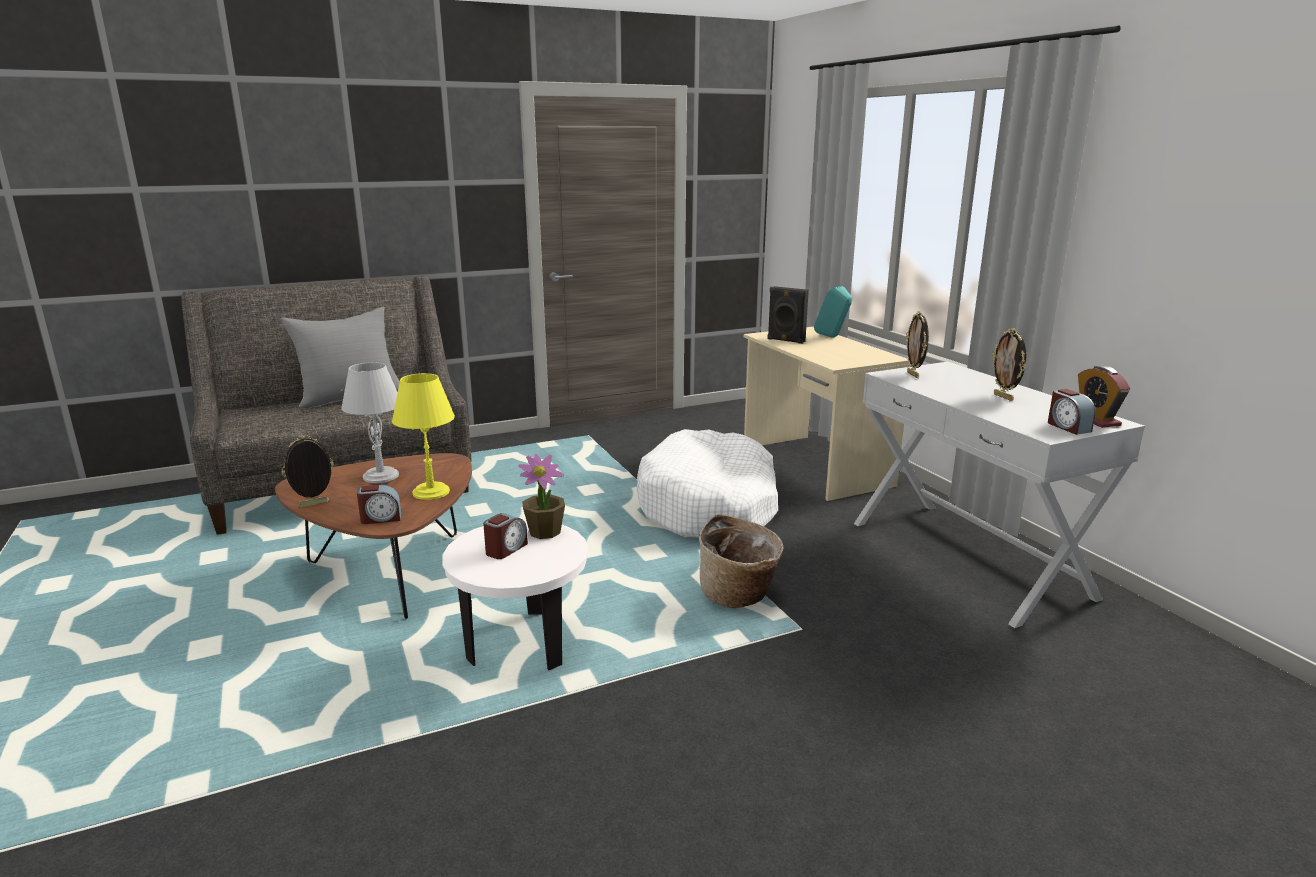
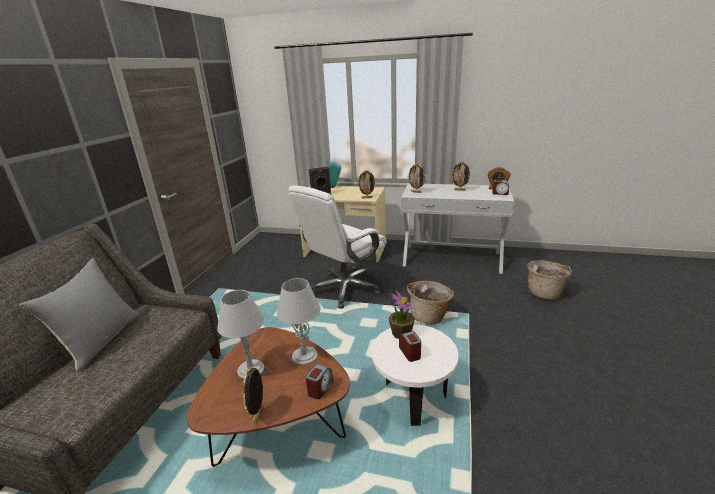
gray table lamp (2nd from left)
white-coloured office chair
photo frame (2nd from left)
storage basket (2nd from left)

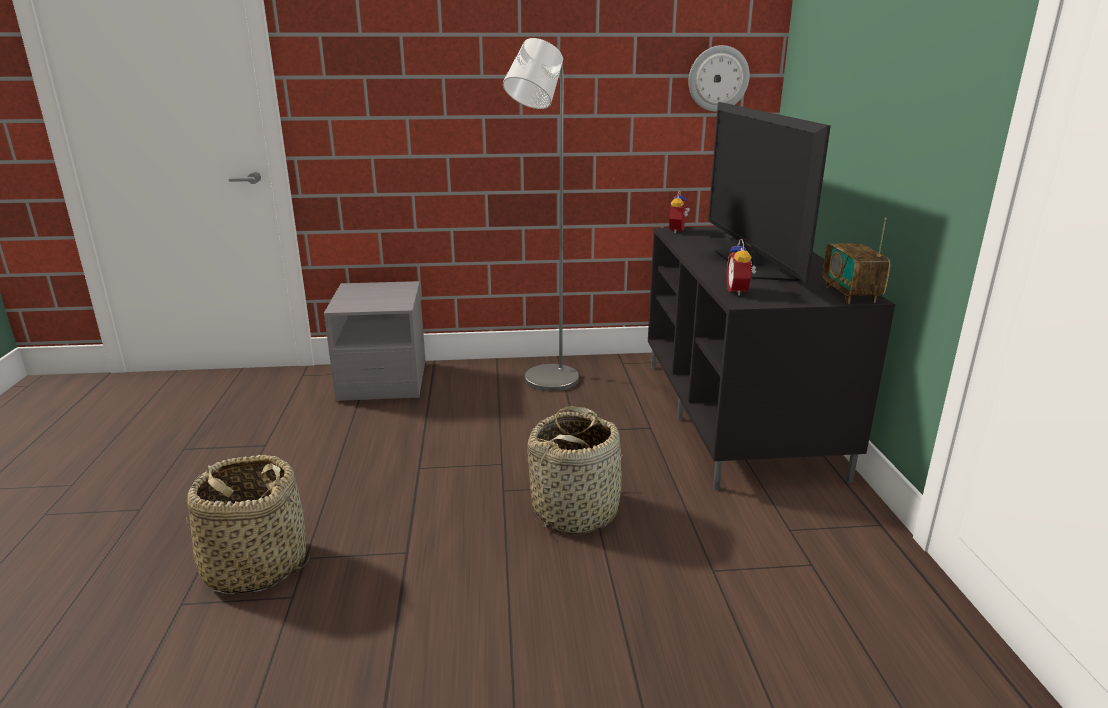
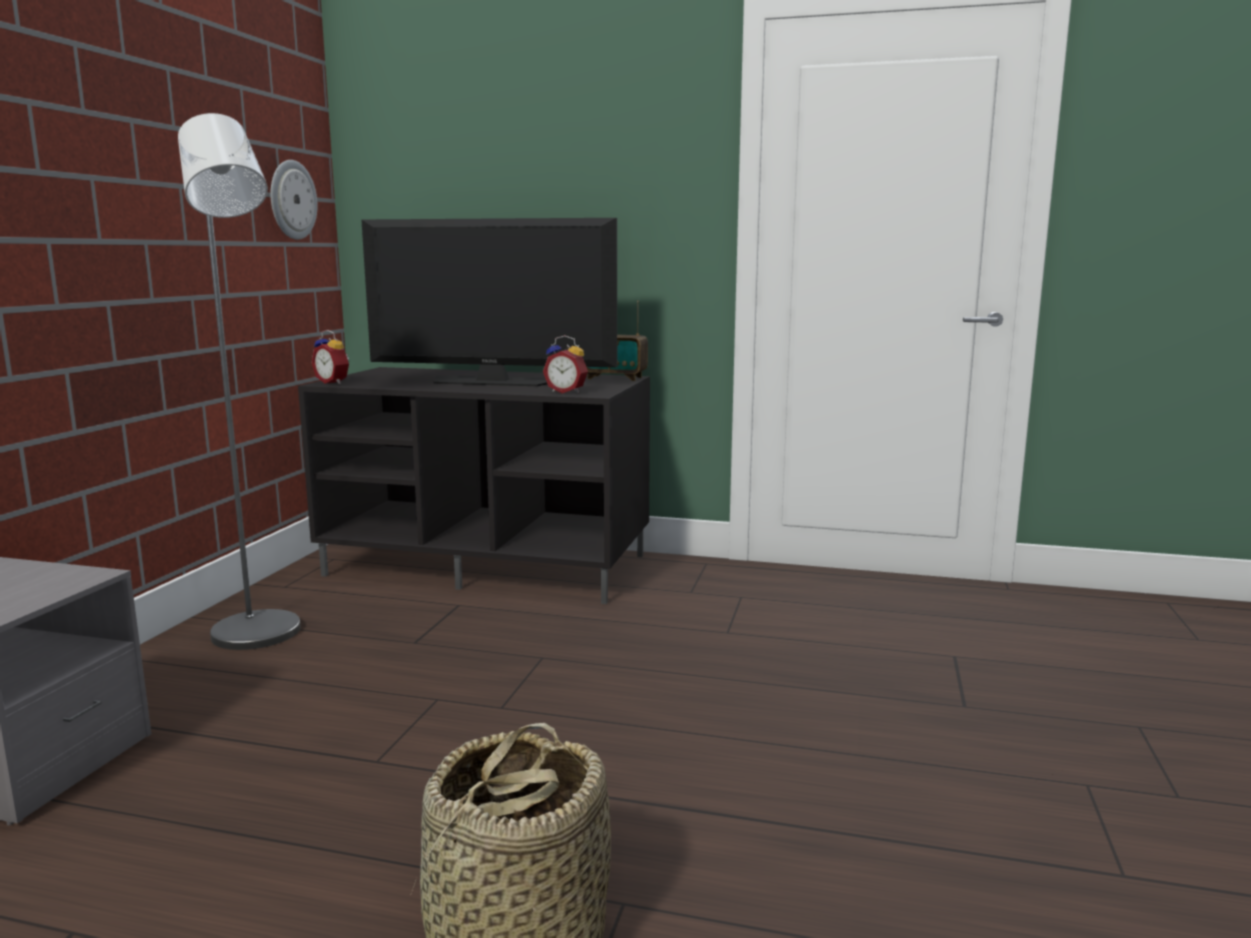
storage basket (2nd from left in the first image)

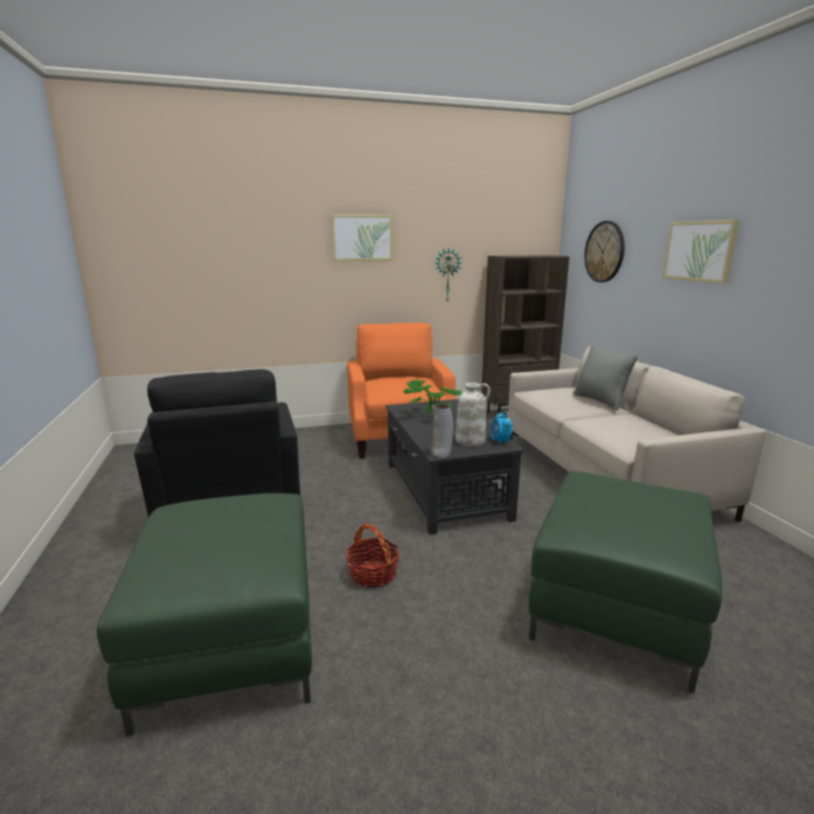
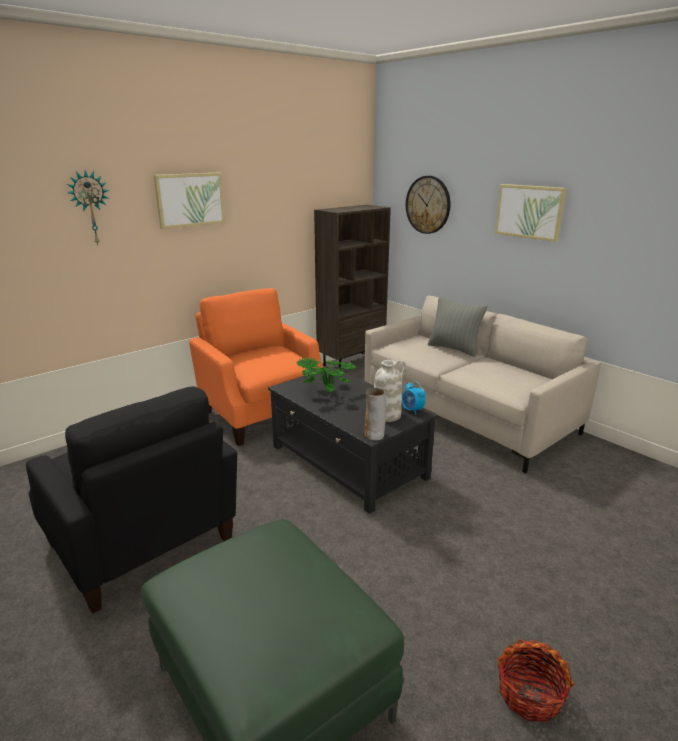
wall clock (1st from left)
greenish pouffe (2nd from left in the first image)
storage basket

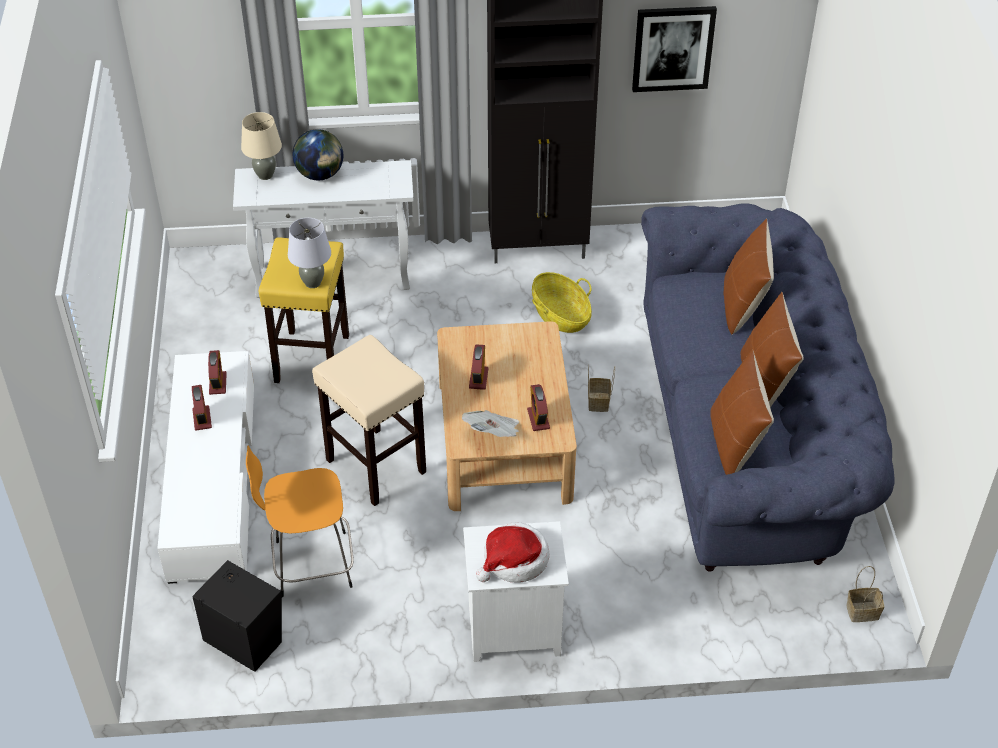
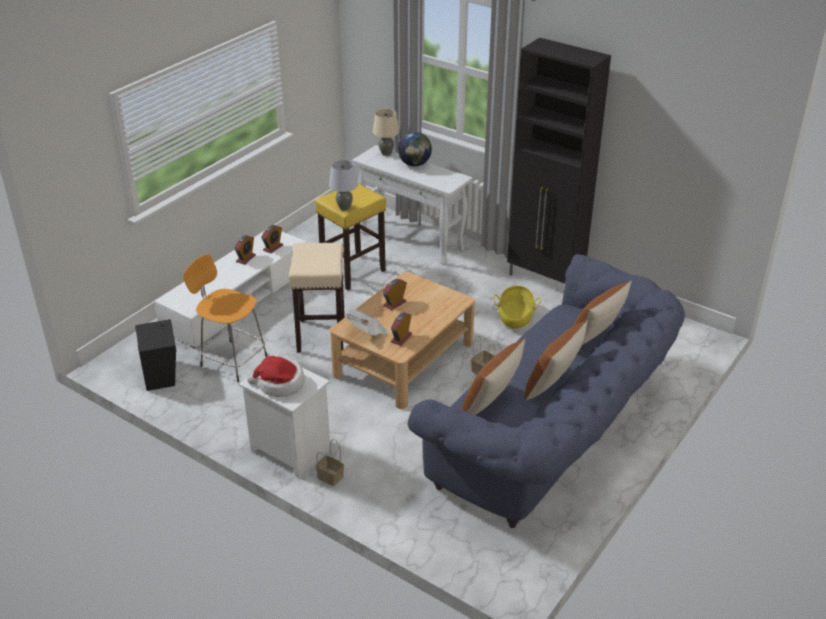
wall art
storage basket (1st from left)

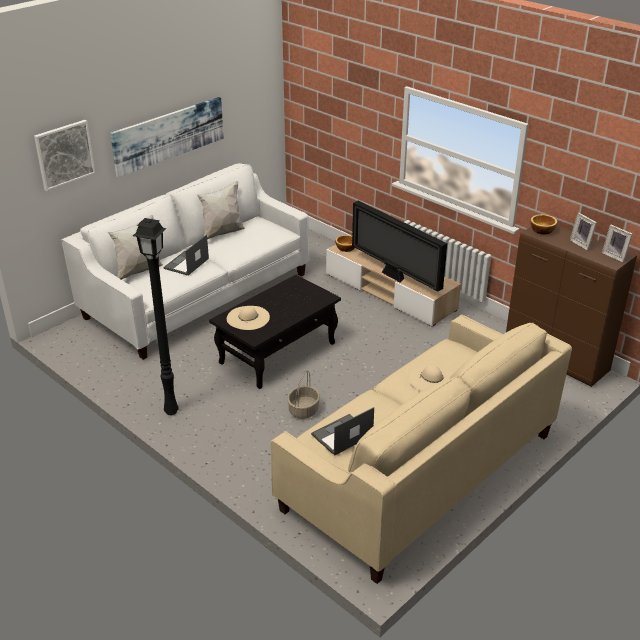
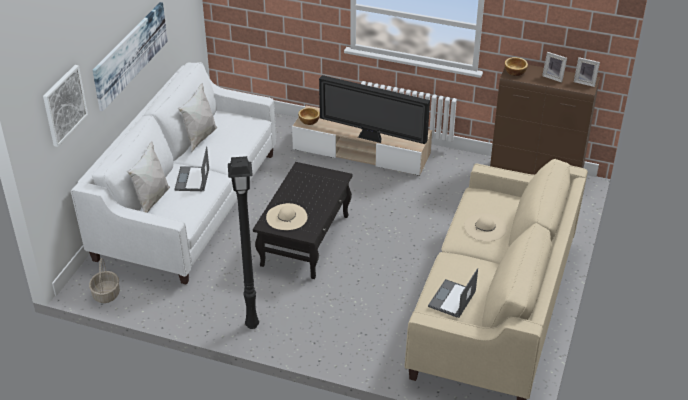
storage basket

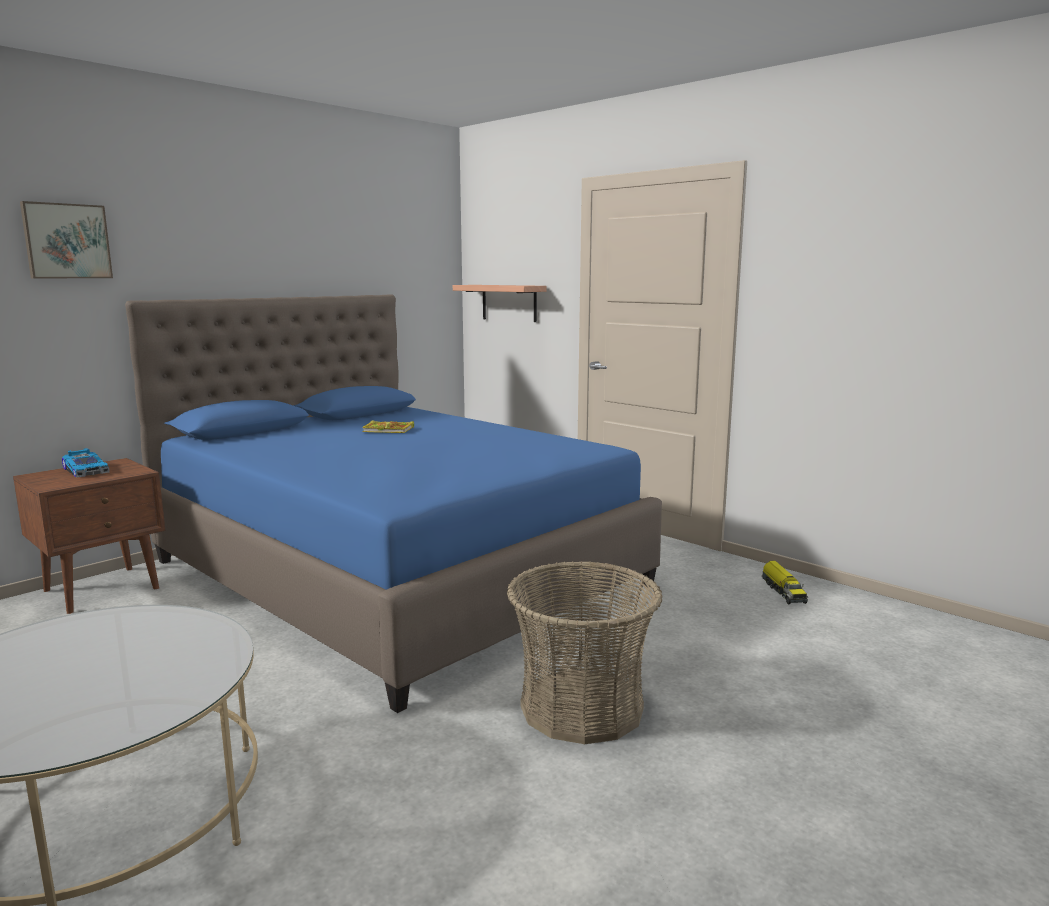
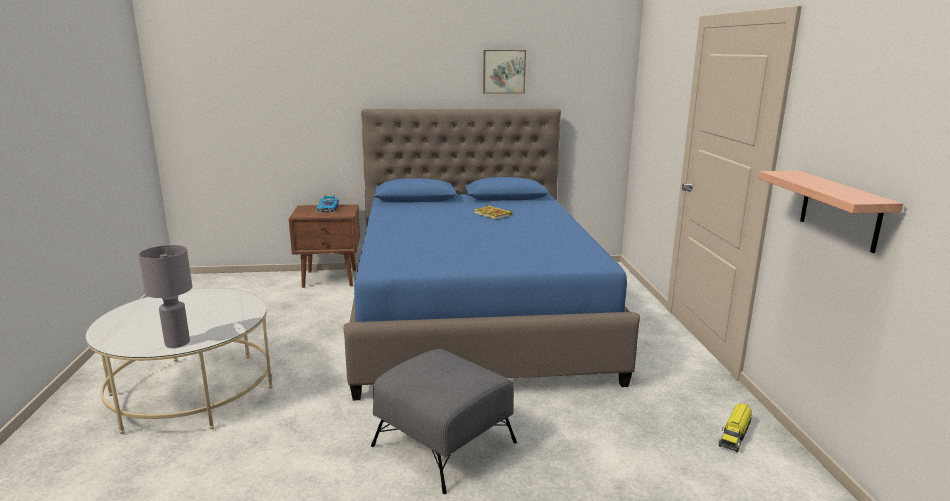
wall art
wall shelf
gray pouffe
gray table lamp

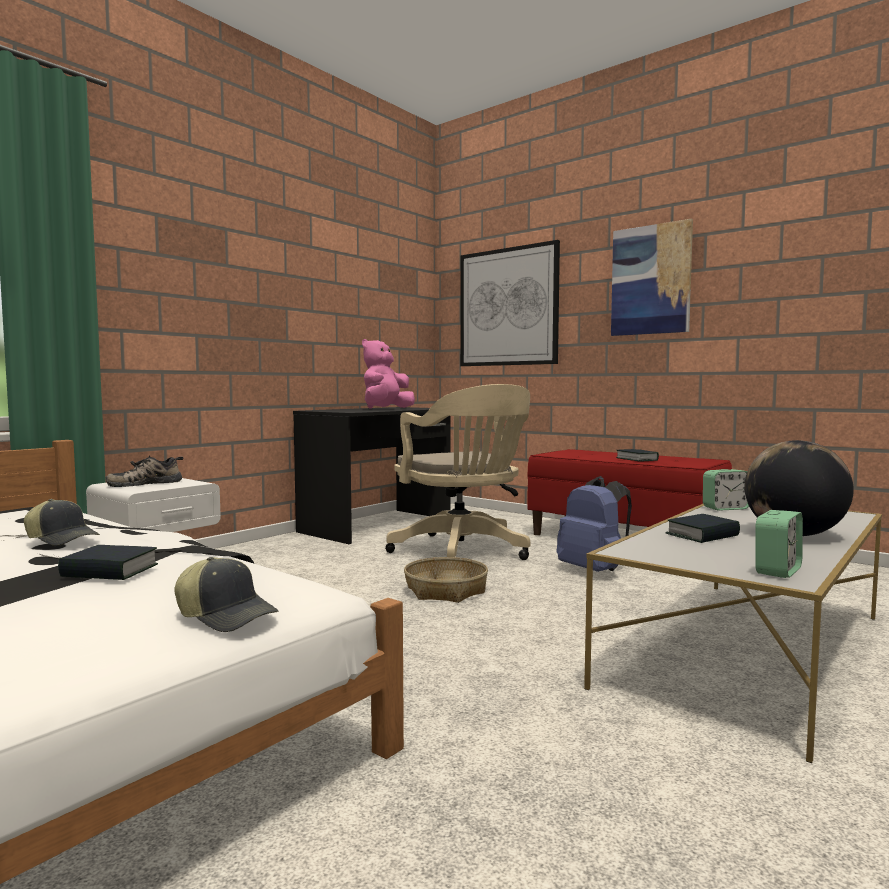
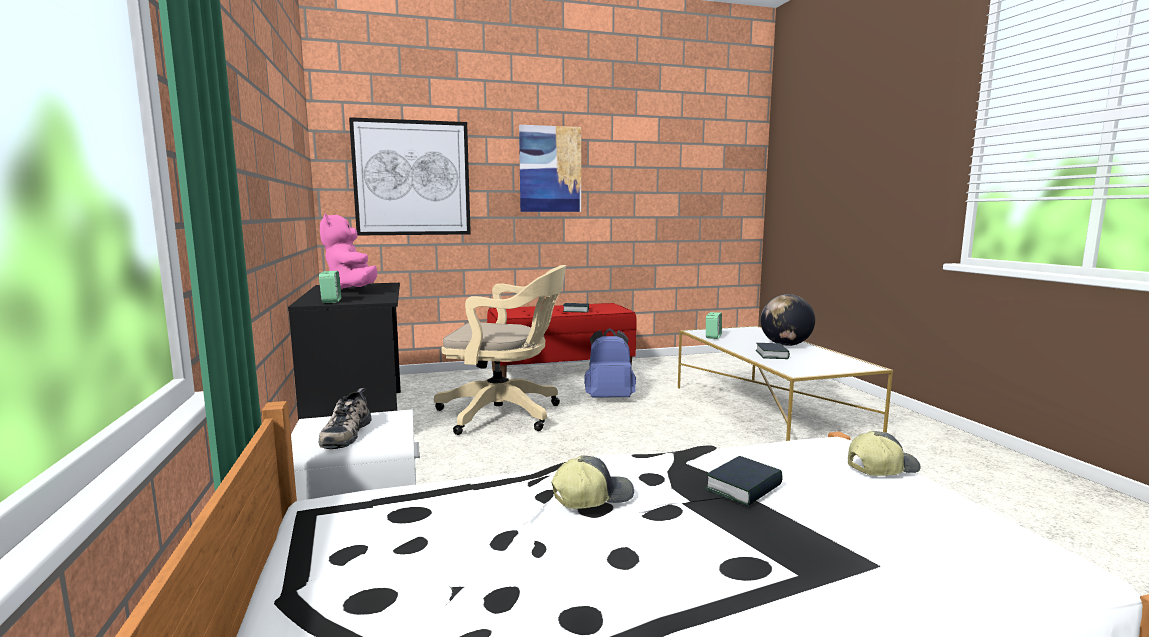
bedside clock (1st from left)
storage basket

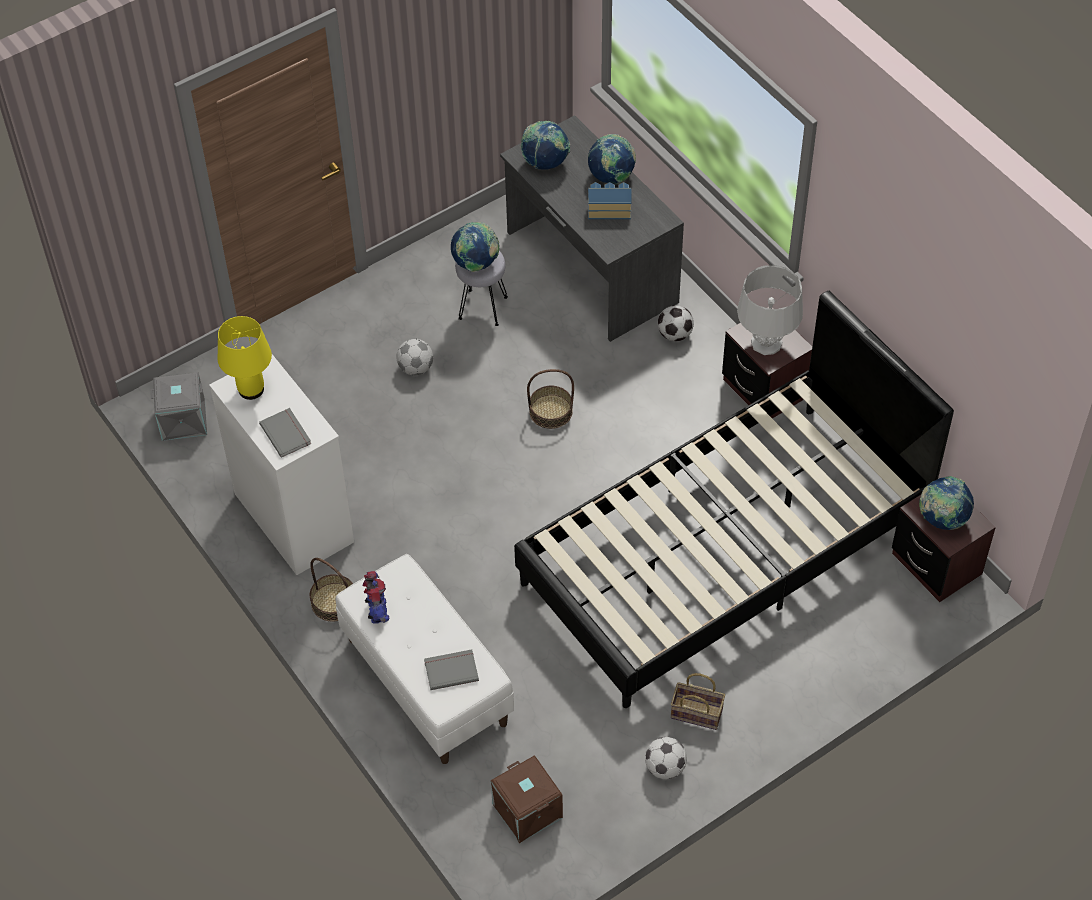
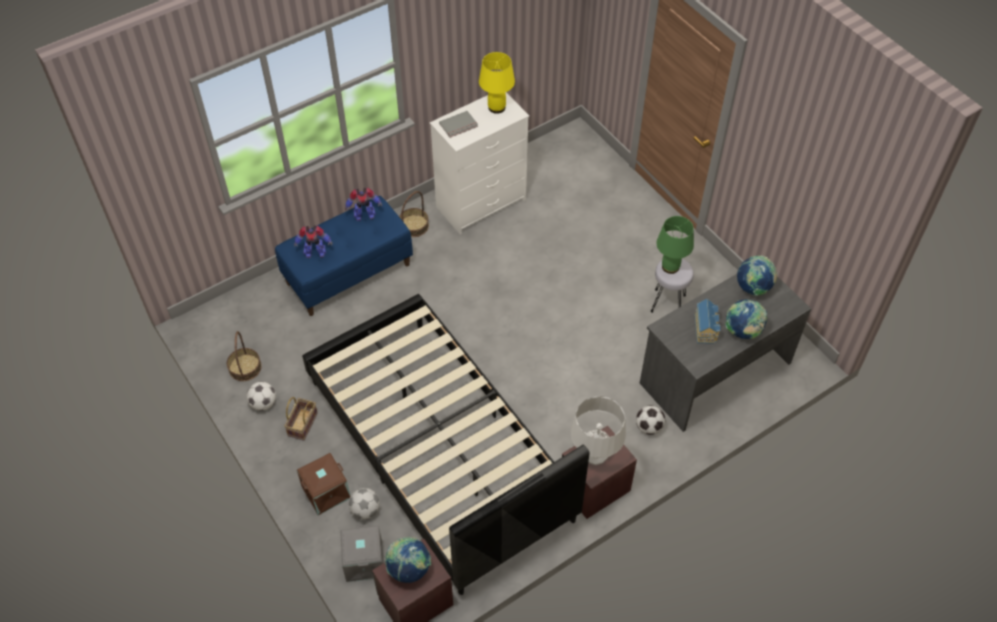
greenish table lamp
ball for football (2nd from left)
storage basket (1st from left)
gray storage bin
blue-coloured indoor bench
model robot (1st from left)
brown-coloured storage bin

